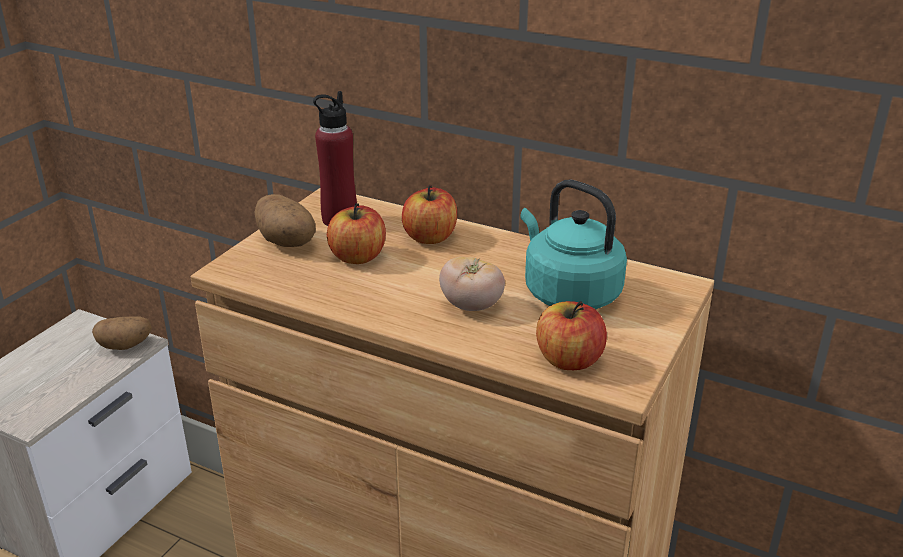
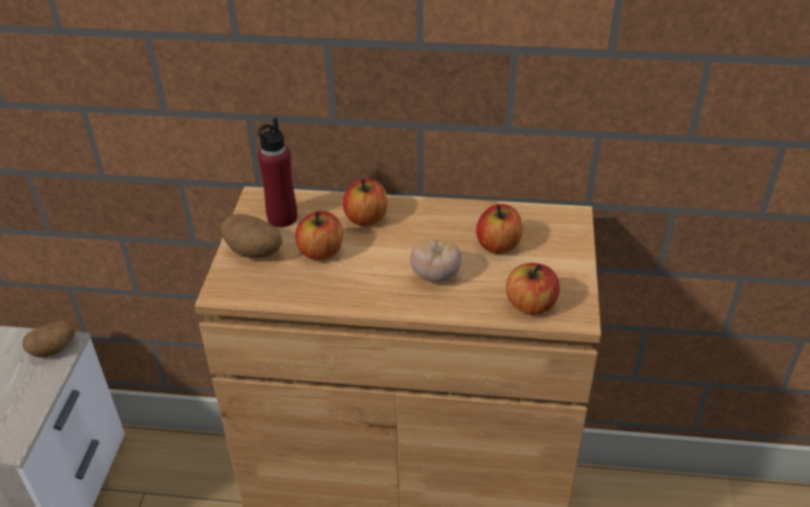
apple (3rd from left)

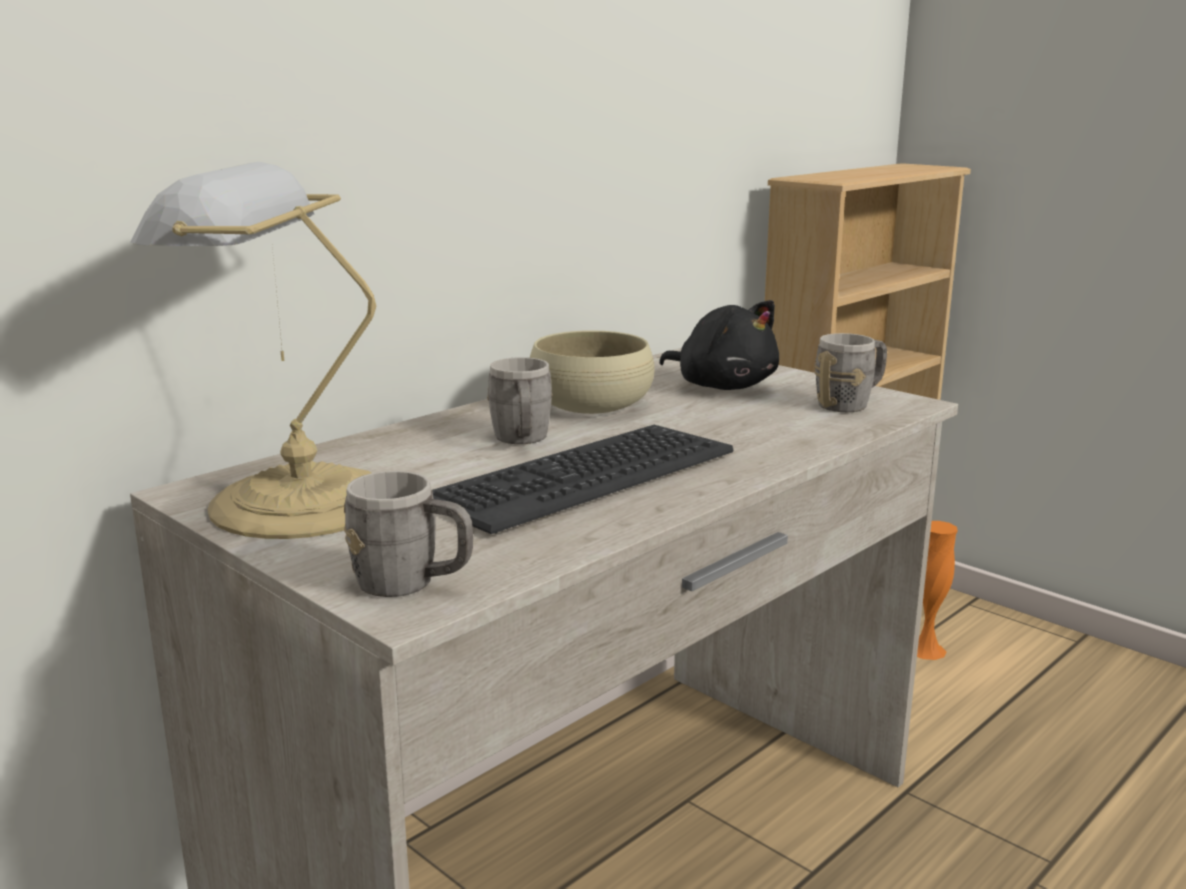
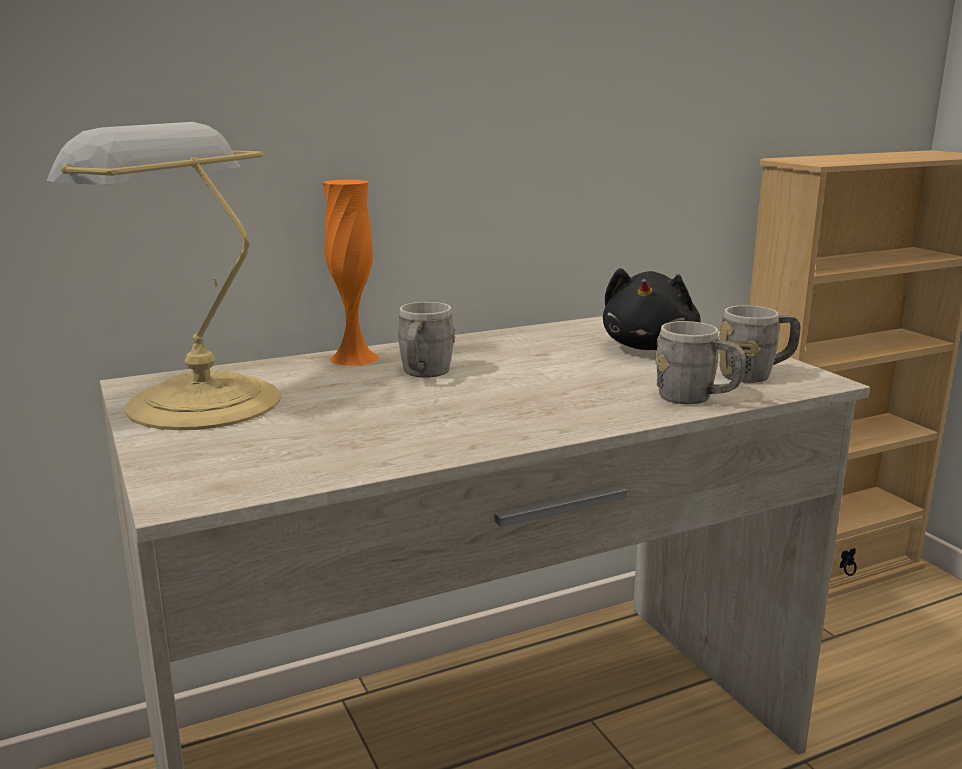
black-coloured soft toy
sand-coloured bowl
computer keyboard
gray coffee mug (2nd from left)
orange-coloured flower vase

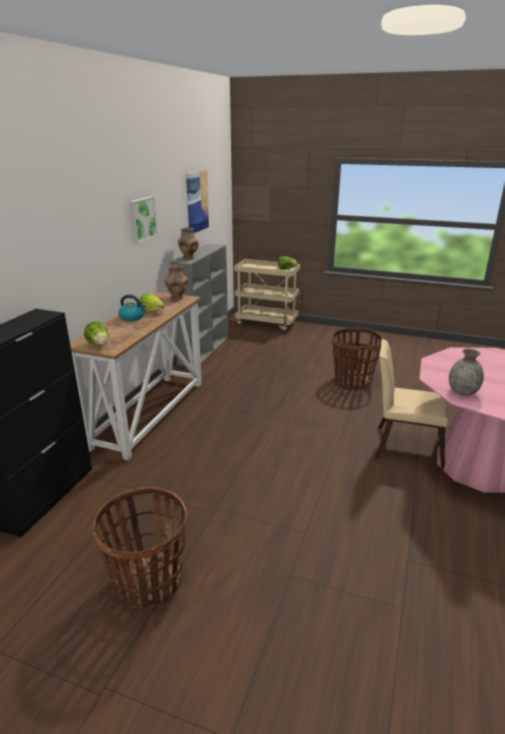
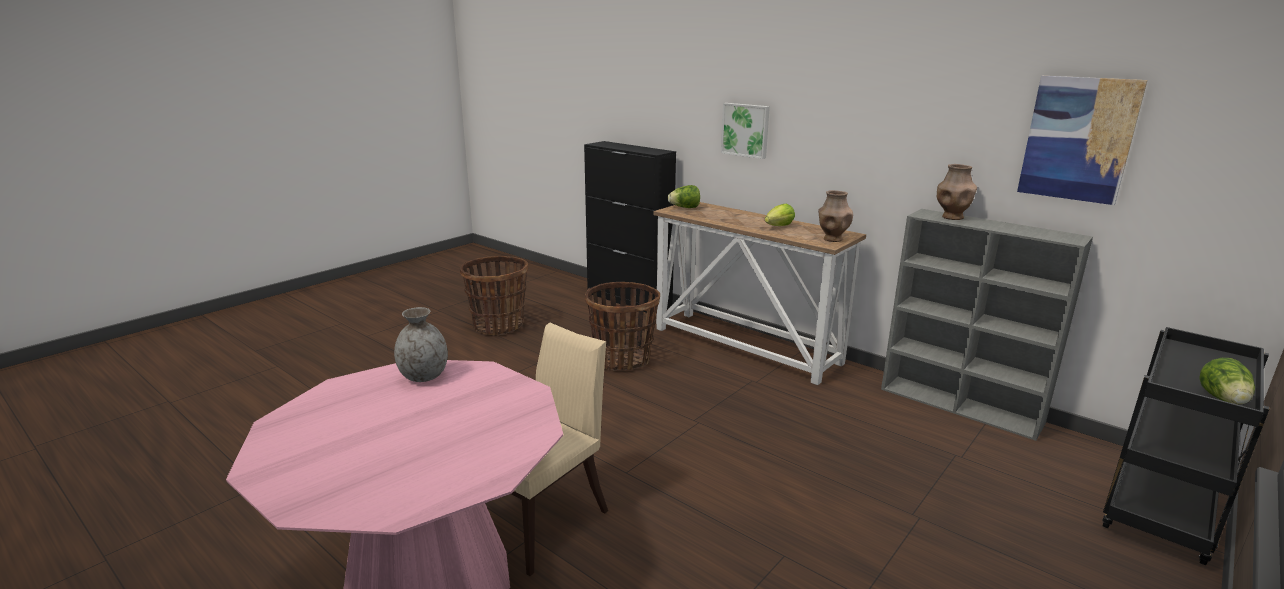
wall art (1st from left)
black-coloured wheeled cart
tea kettle
storage basket (2nd from left)

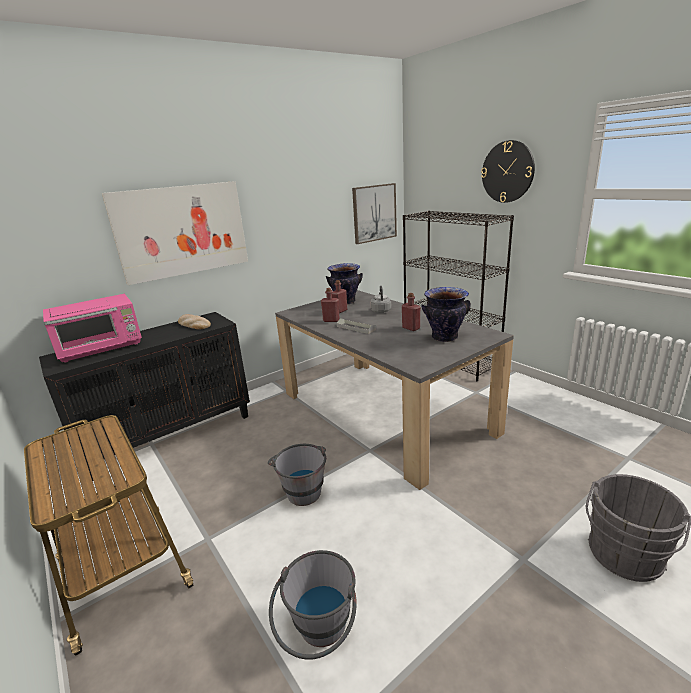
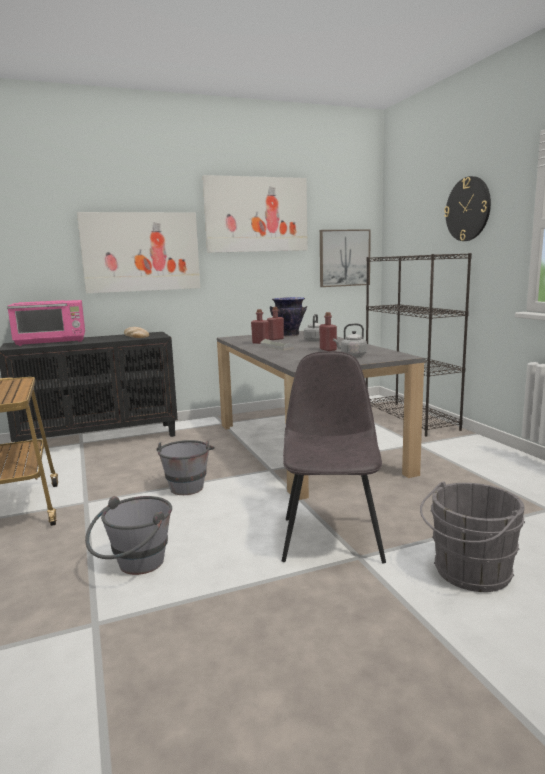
gray tea kettle (2nd from left)
wall art (2nd from left)
gray chair

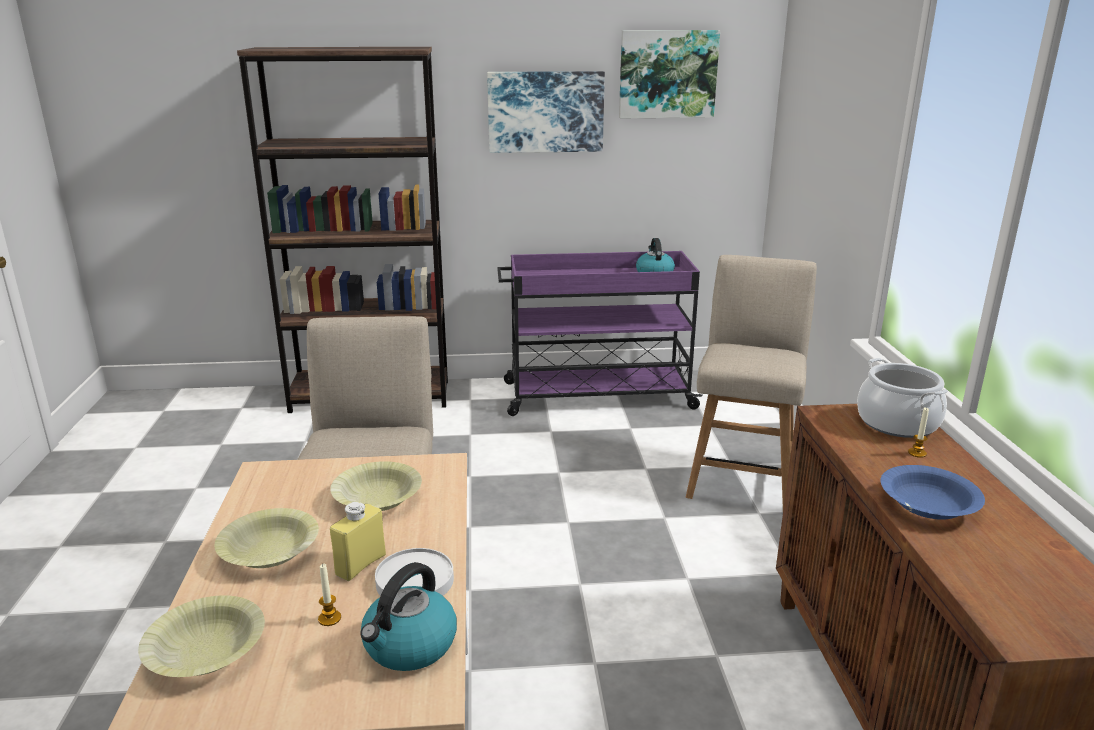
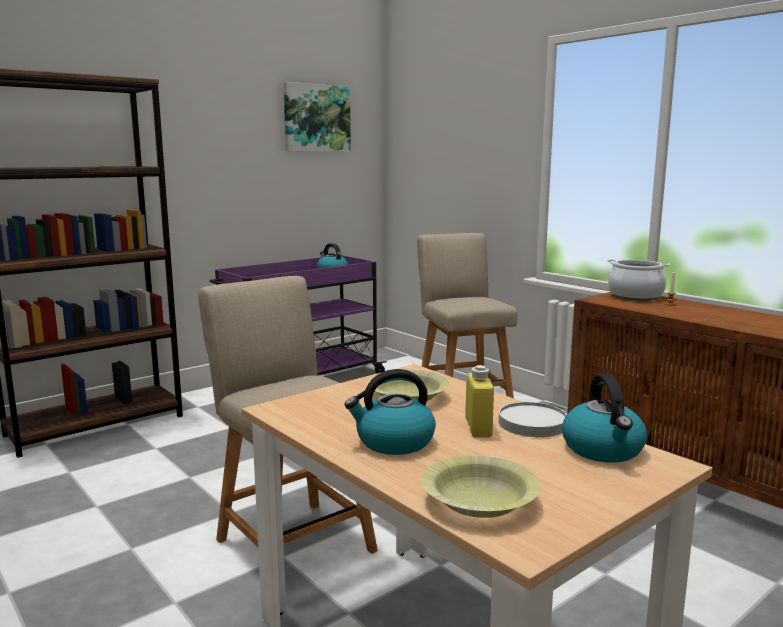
wall art (1st from left in the first image)
blue-coloured bowl
tea kettle (2nd from left)
wax light (1st from left in the first image)

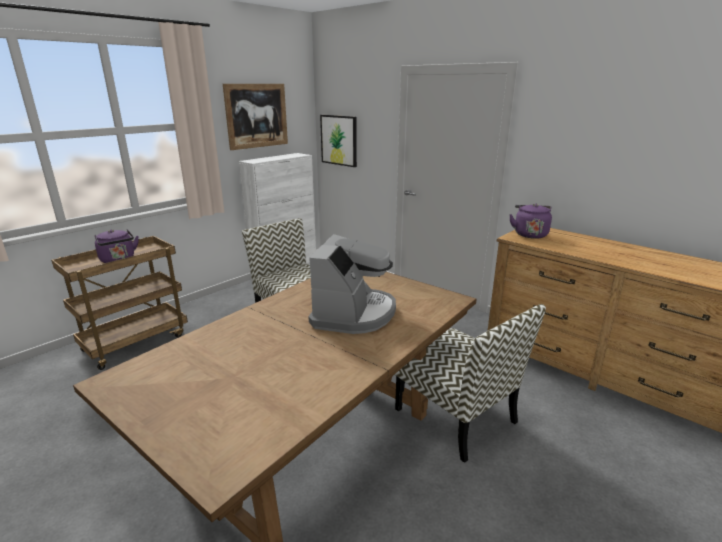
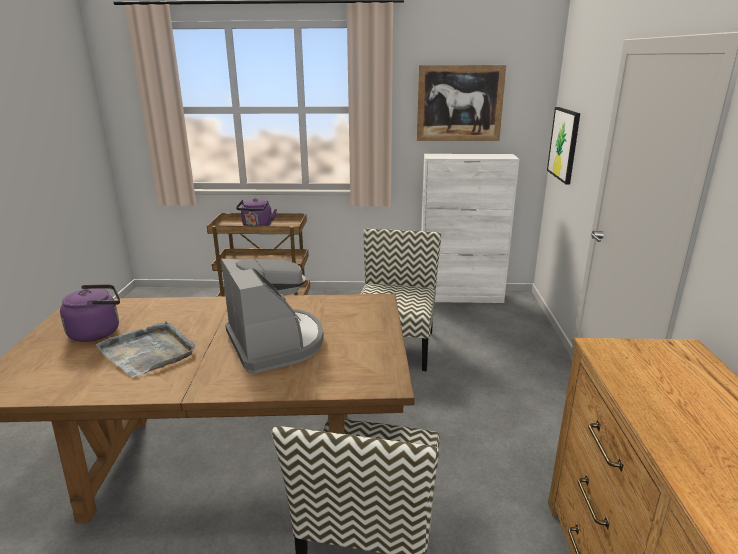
purple tea kettle (1st from left)
coffee maker
gray carrying tray

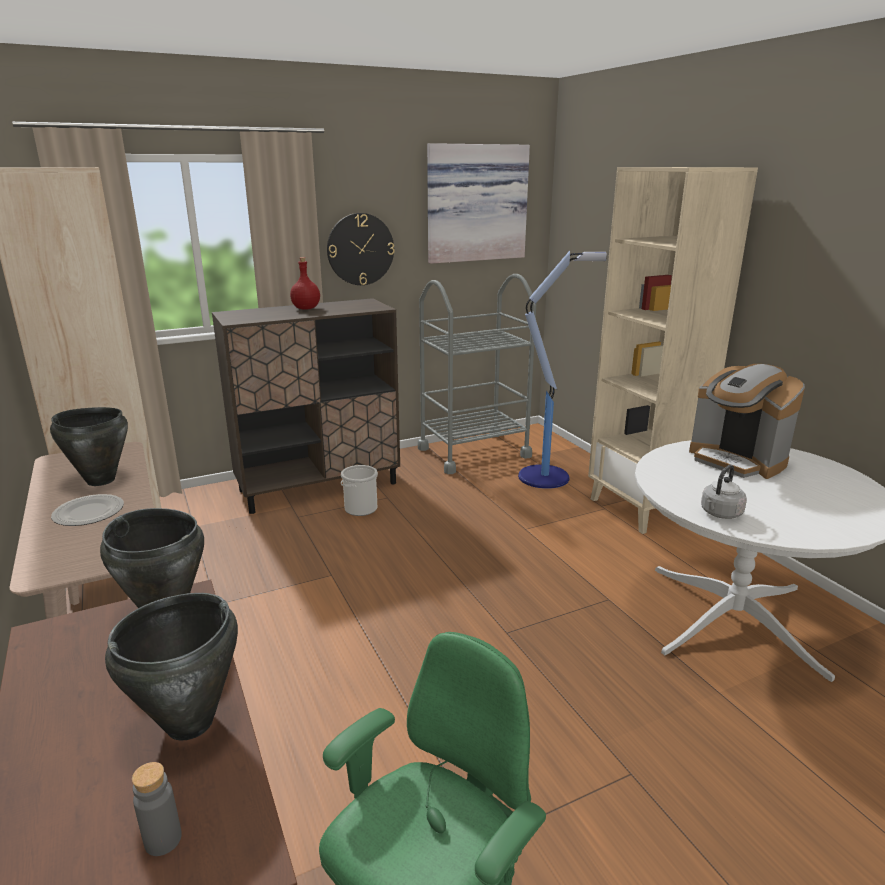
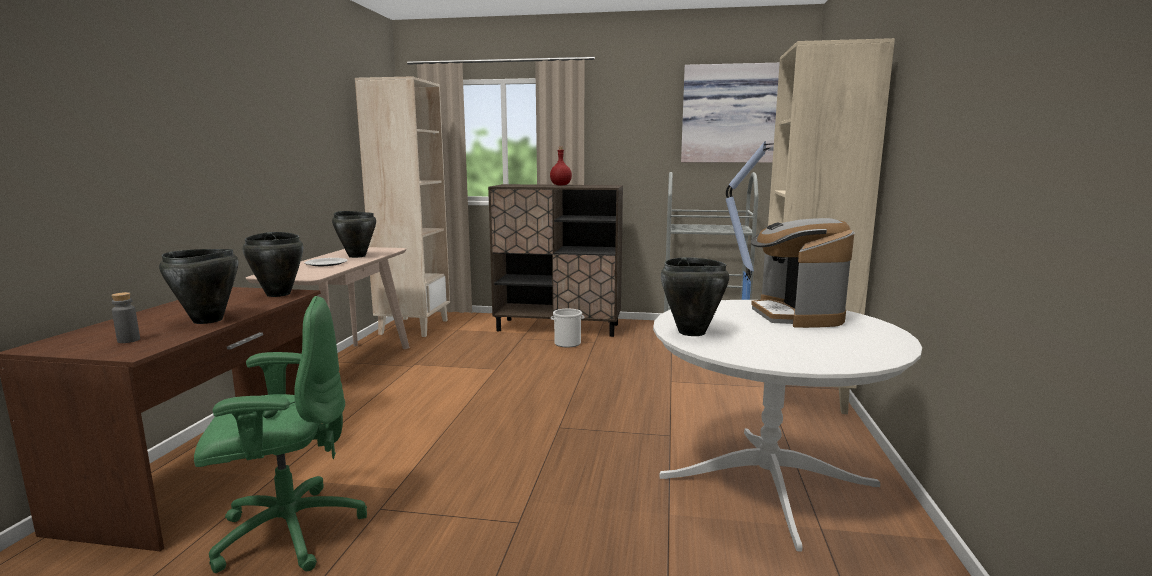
wall clock
black-coloured stockpot (4th from left)

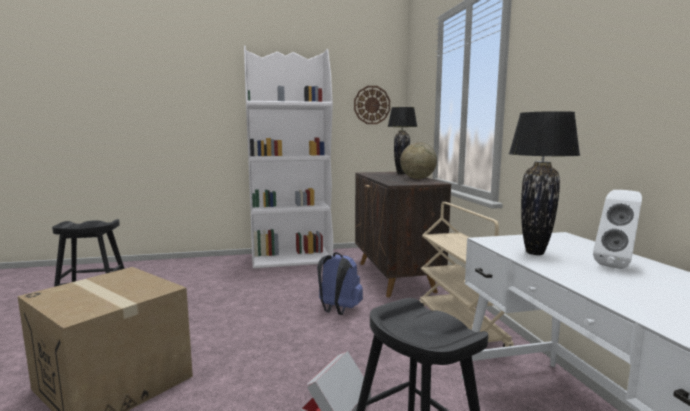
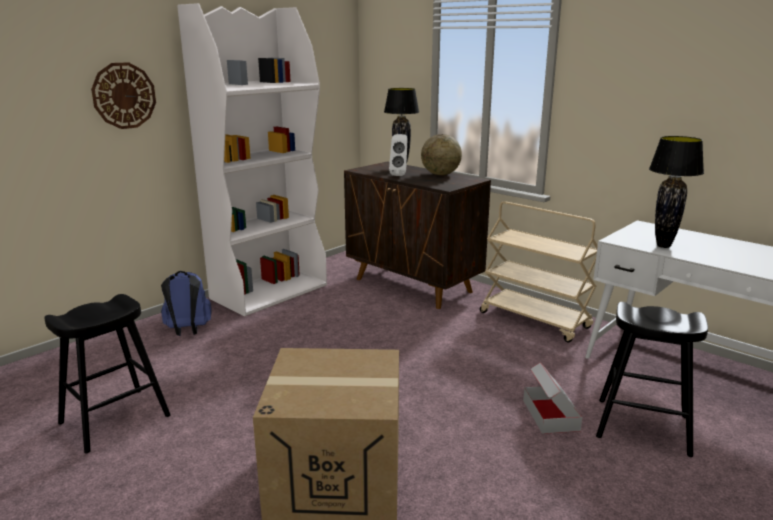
wall clock
white-coloured audio speaker
blue-coloured backpack

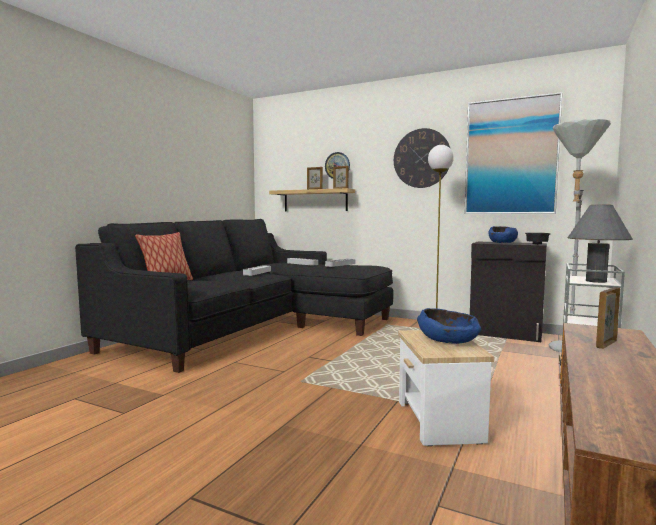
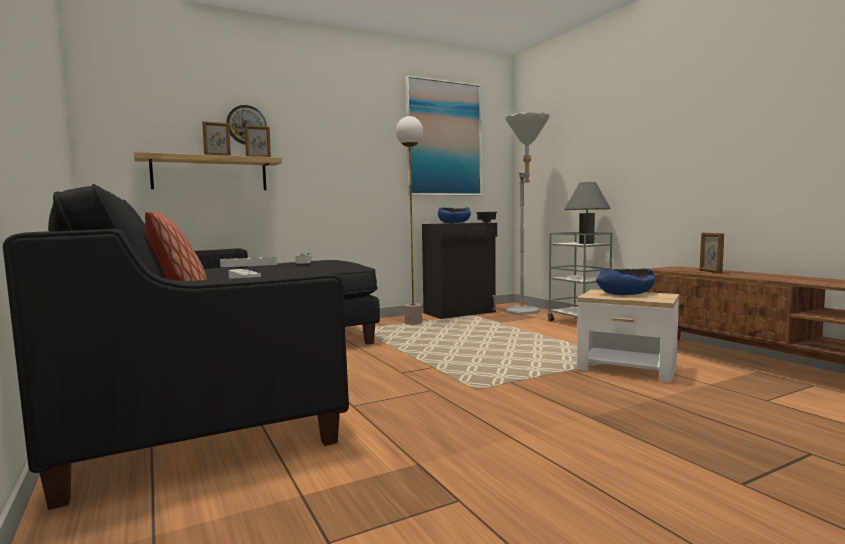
wall clock (2nd from left in the first image)

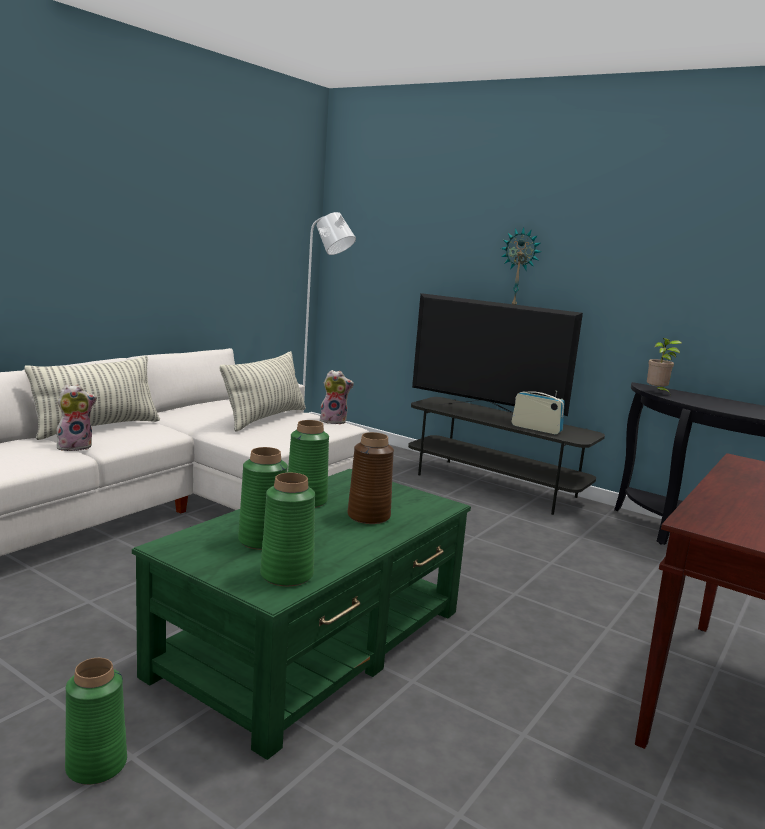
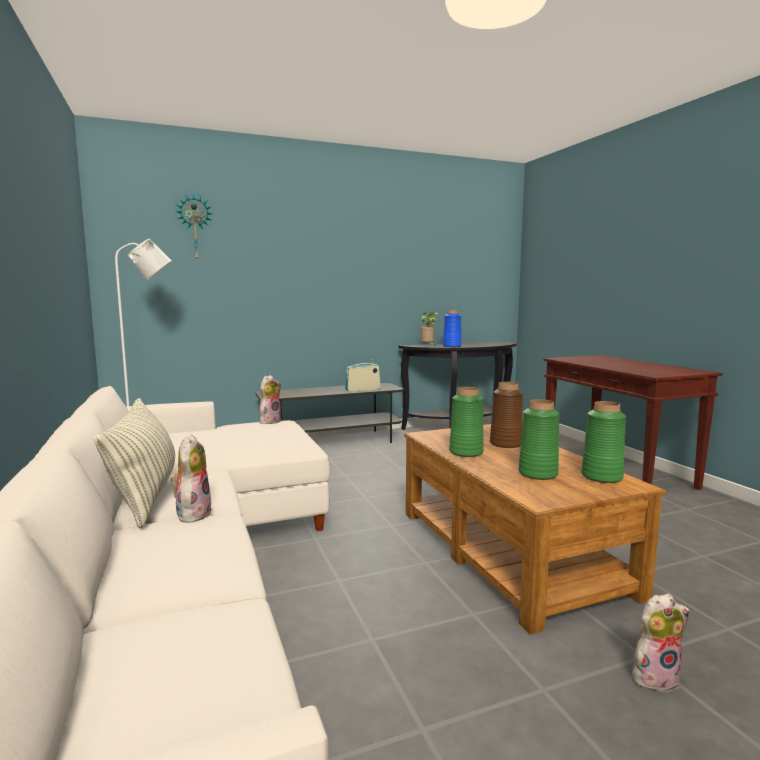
wall clock
TV set
cushion (2nd from left in the first image)
brown-coloured lounge table
soft toy (3rd from left)
blue-coloured flower vase

